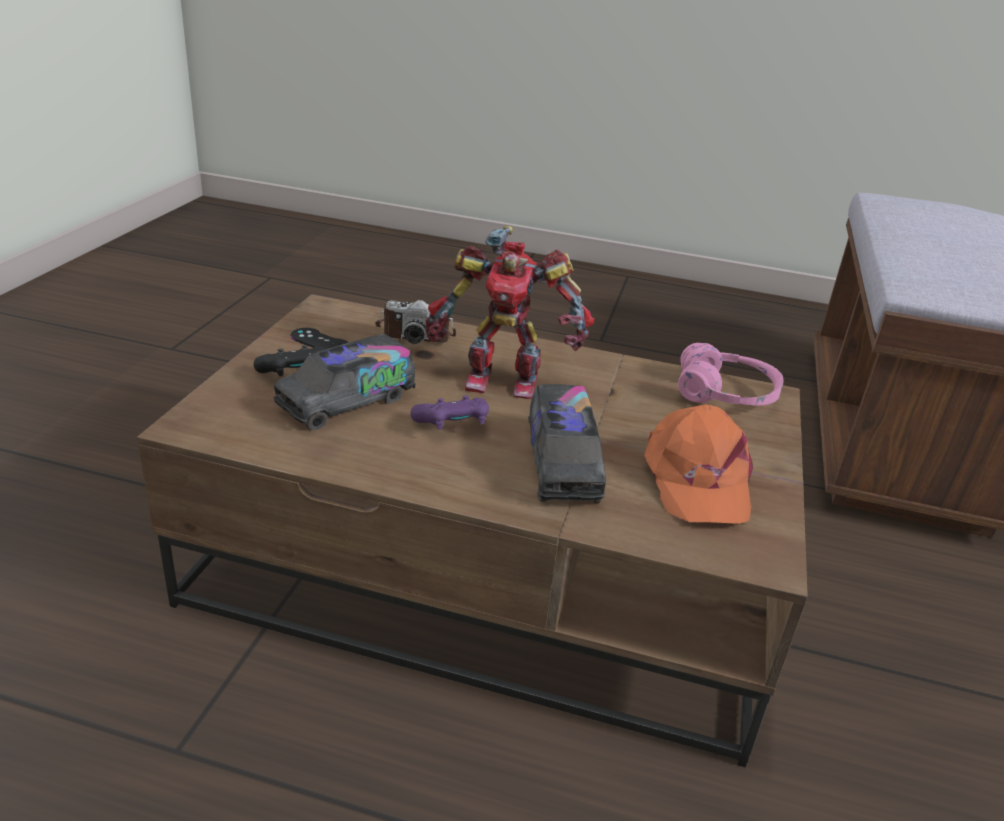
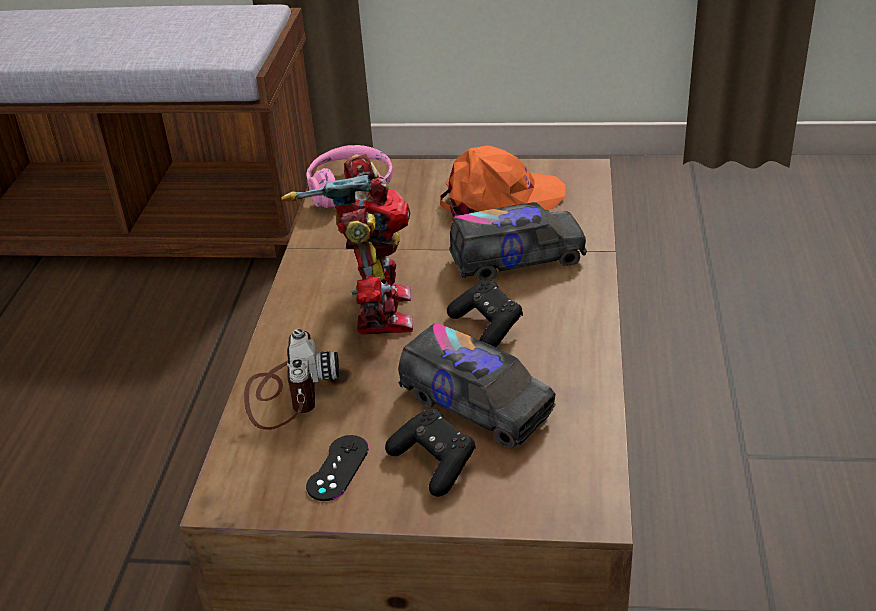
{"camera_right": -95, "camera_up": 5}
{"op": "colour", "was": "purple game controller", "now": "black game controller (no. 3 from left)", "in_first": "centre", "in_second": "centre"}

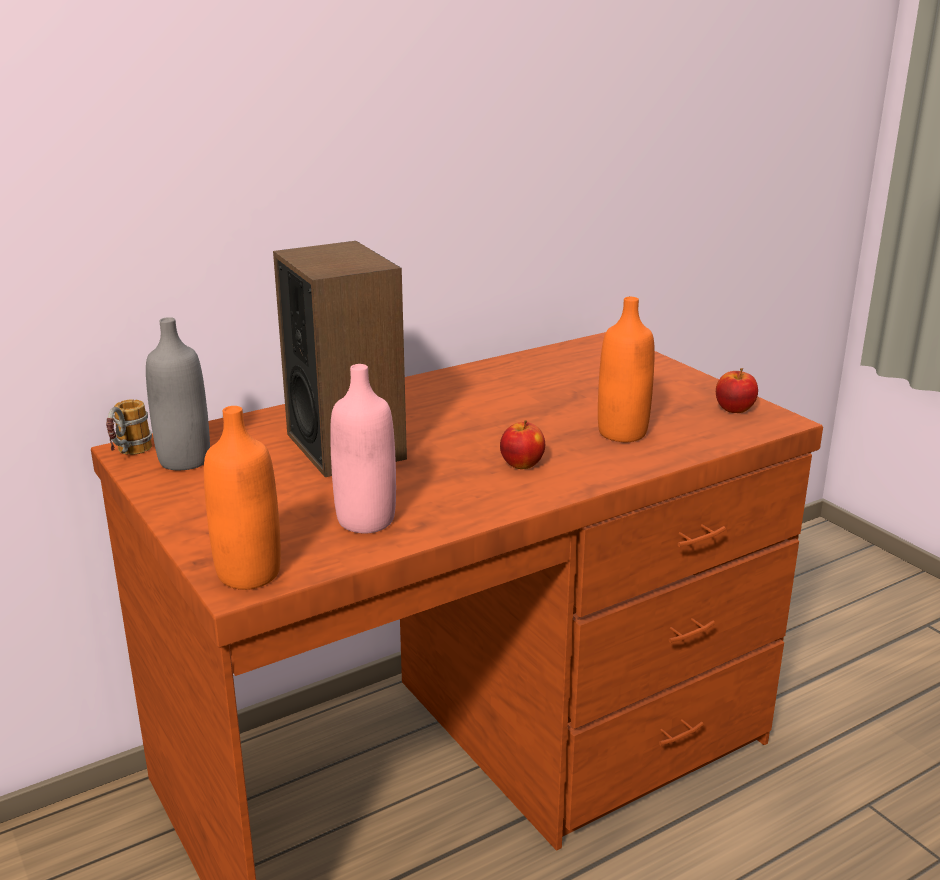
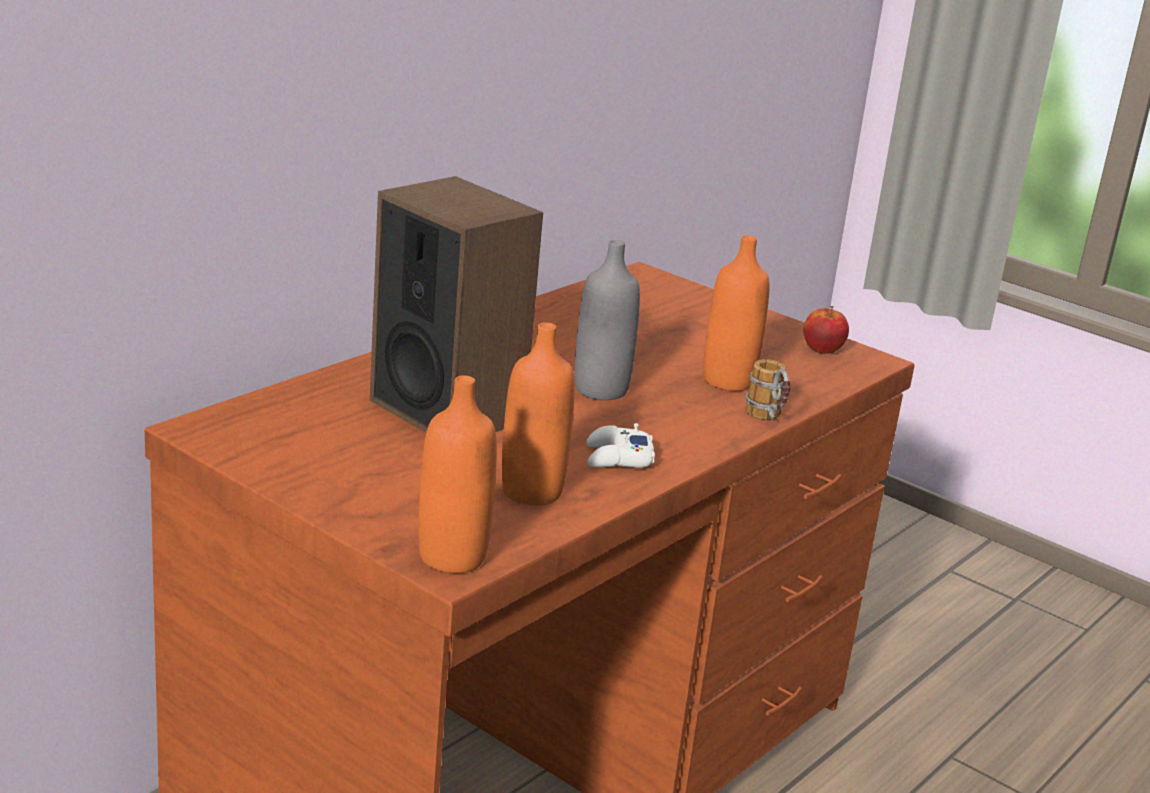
{"camera_right": -20, "camera_up": 0}
{"op": "colour", "was": "pink bottle", "now": "orange bottle (no. 2 from left)", "in_first": "centre", "in_second": "centre"}
{"op": "relocated", "was": "grey bottle", "in_first": "middle left", "in_second": "centre"}
{"op": "appeared", "now": "white game controller", "in_second": "centre"}
{"op": "relocated", "was": "mug", "in_first": "middle left", "in_second": "middle right"}
{"op": "missing", "was": "apple (no. 1 from left)", "in_first": "centre"}

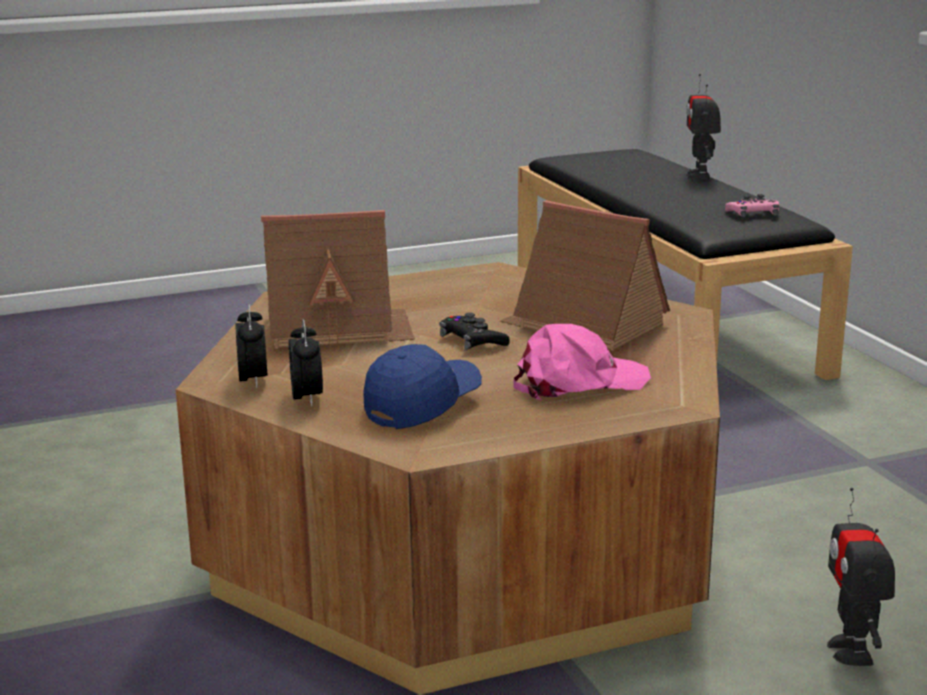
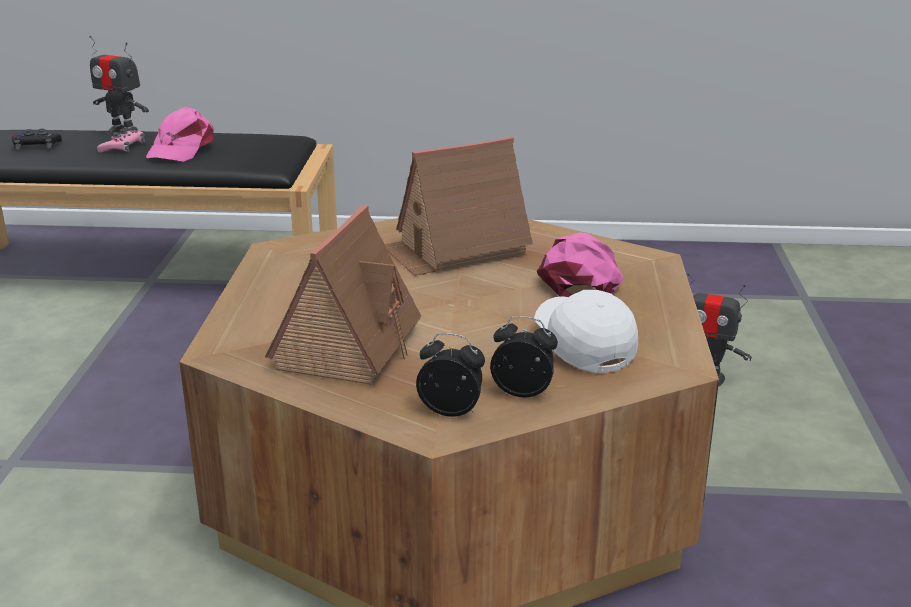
{"camera_right": -65, "camera_up": 5}
{"op": "relocated", "was": "black game controller", "in_first": "centre", "in_second": "top left"}
{"op": "relocated", "was": "pink game controller", "in_first": "top right", "in_second": "top left"}
{"op": "appeared", "now": "pink cap (no. 1 from left)", "in_second": "top left"}
{"op": "colour", "was": "blue cap", "now": "white cap", "in_first": "centre", "in_second": "centre"}

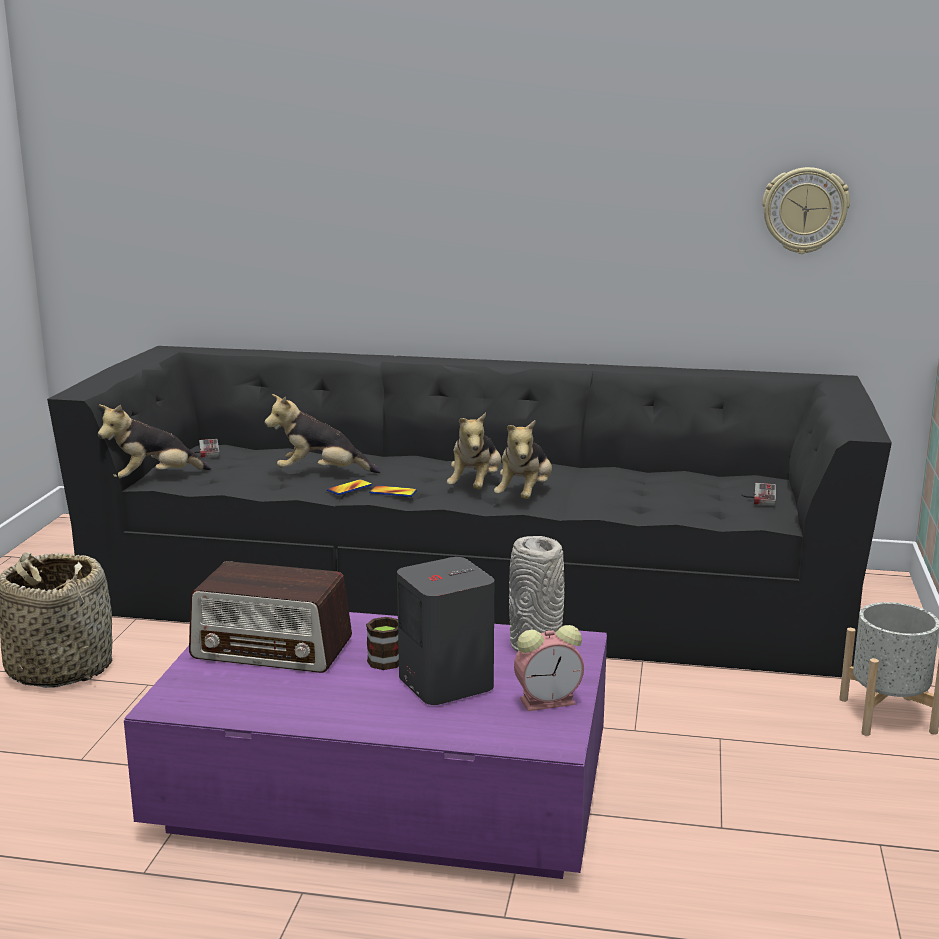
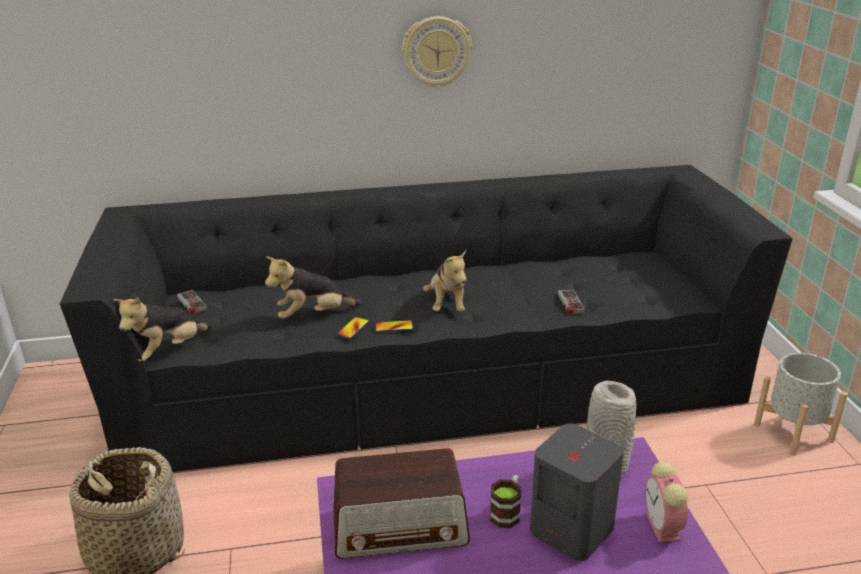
{"camera_right": -20, "camera_up": 10}
{"op": "relocated", "was": "wall clock", "in_first": "top right", "in_second": "top centre"}
{"op": "relocated", "was": "game controller (no. 2 from left)", "in_first": "middle right", "in_second": "centre"}
{"op": "spun", "was": "alarm clock", "in_first": "bottom centre", "in_second": "bottom right", "clockwise": 120}
{"op": "missing", "was": "plush toy (no. 4 from left)", "in_first": "centre"}

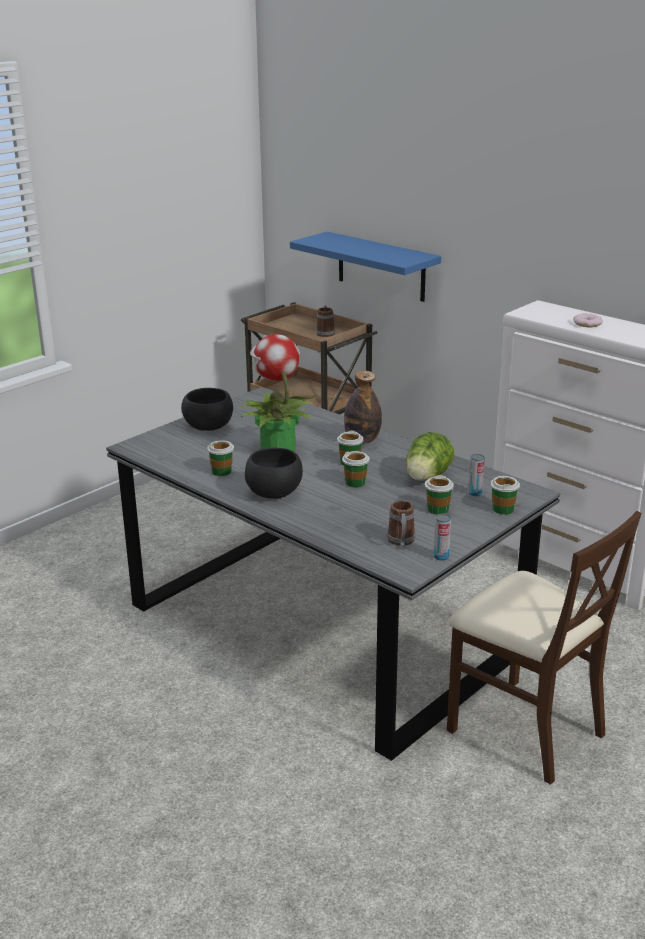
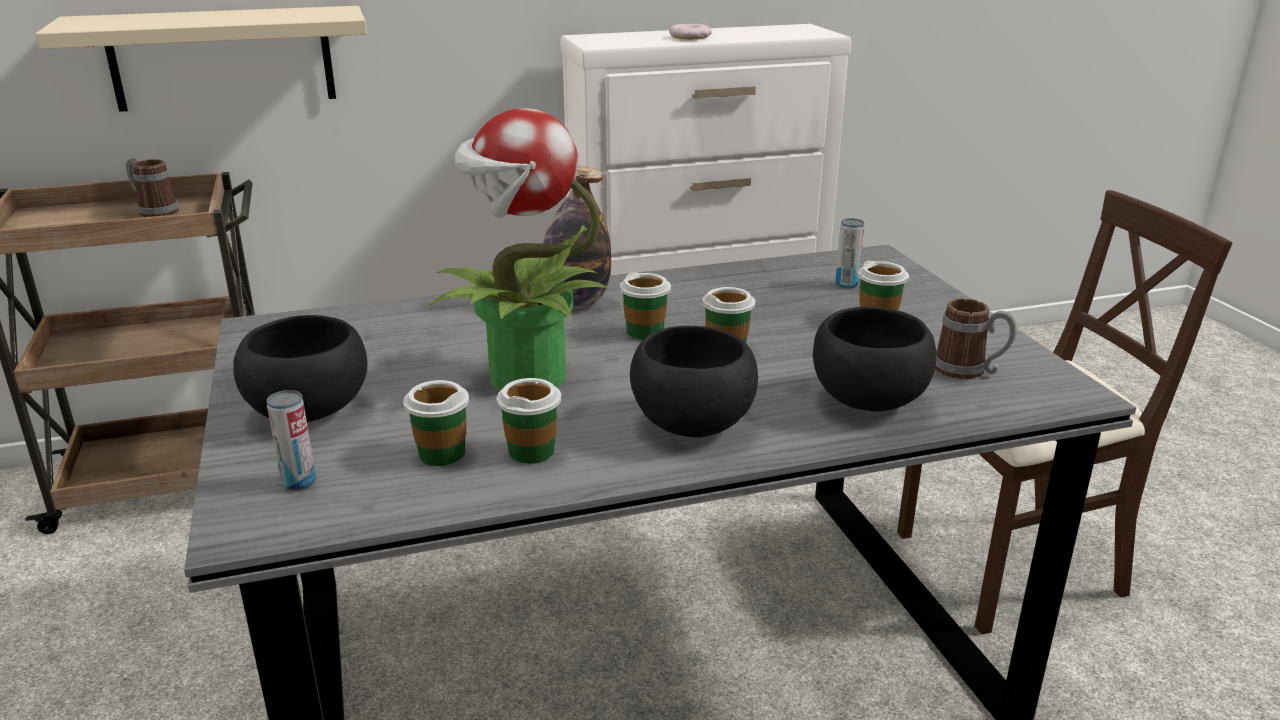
{"camera_right": -60, "camera_up": 0}
{"op": "colour", "was": "blue shelf", "now": "beige shelf", "in_first": "top centre", "in_second": "top left"}
{"op": "relocated", "was": "can (no. 1 from left)", "in_first": "middle right", "in_second": "middle left"}
{"op": "relocated", "was": "cup (no. 5 from left in the first image)", "now": "cup (no. 1 from left)", "in_first": "middle right", "in_second": "centre"}
{"op": "appeared", "now": "black bowl (no. 3 from left)", "in_second": "middle right"}
{"op": "missing", "was": "lettuce", "in_first": "middle right"}

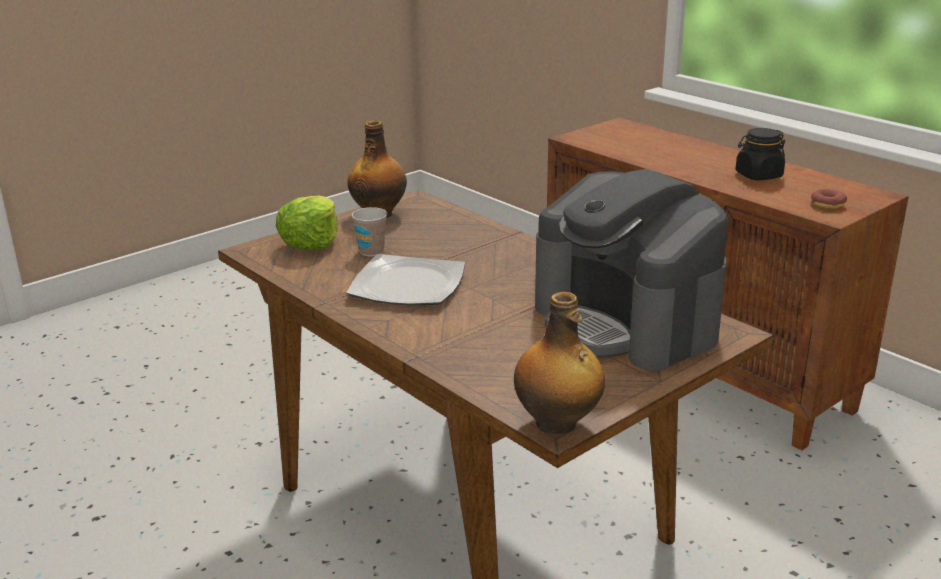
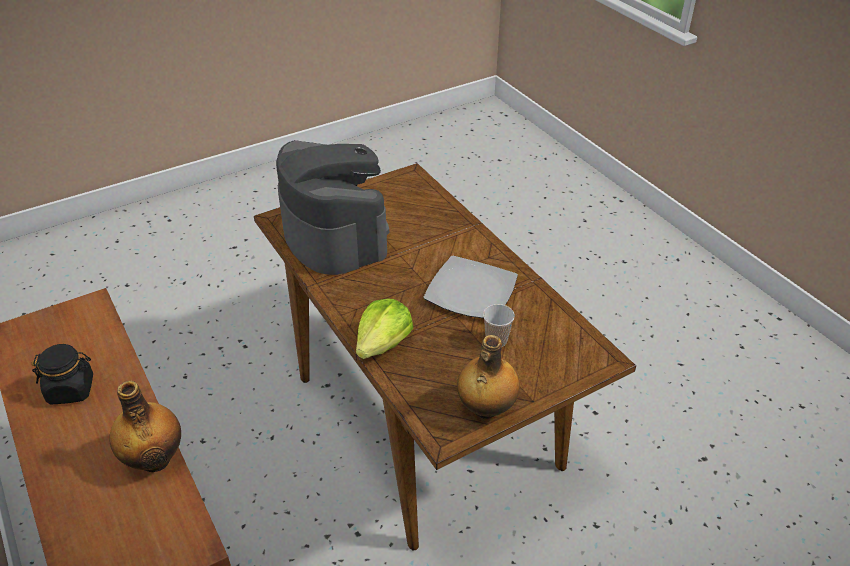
{"camera_right": -170, "camera_up": 15}
{"op": "relocated", "was": "bottle (no. 2 from left in the first image)", "now": "bottle (no. 1 from left)", "in_first": "centre", "in_second": "bottom left"}
{"op": "relocated", "was": "lettuce", "in_first": "middle left", "in_second": "centre"}
{"op": "missing", "was": "donut", "in_first": "middle right"}

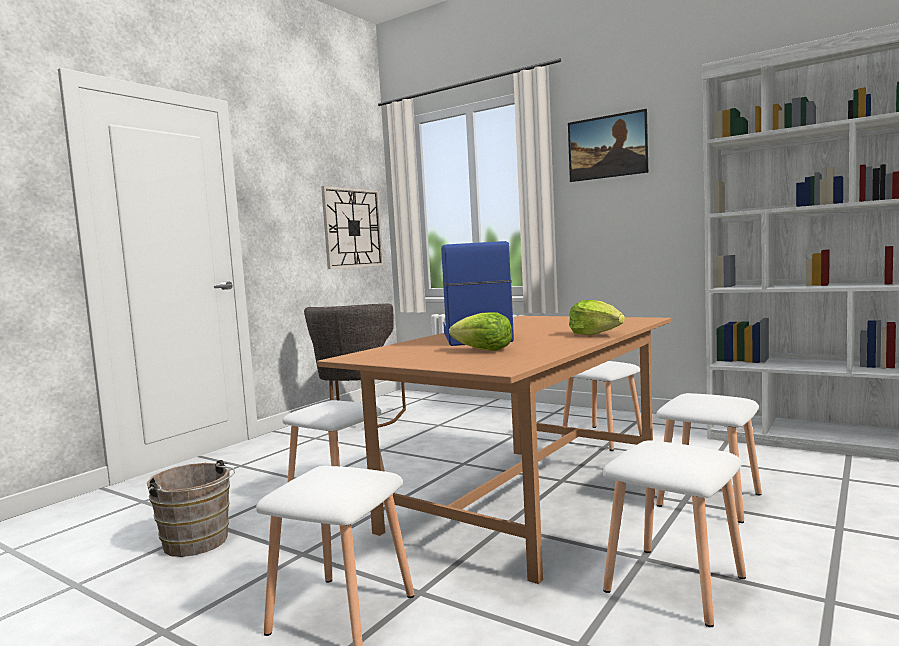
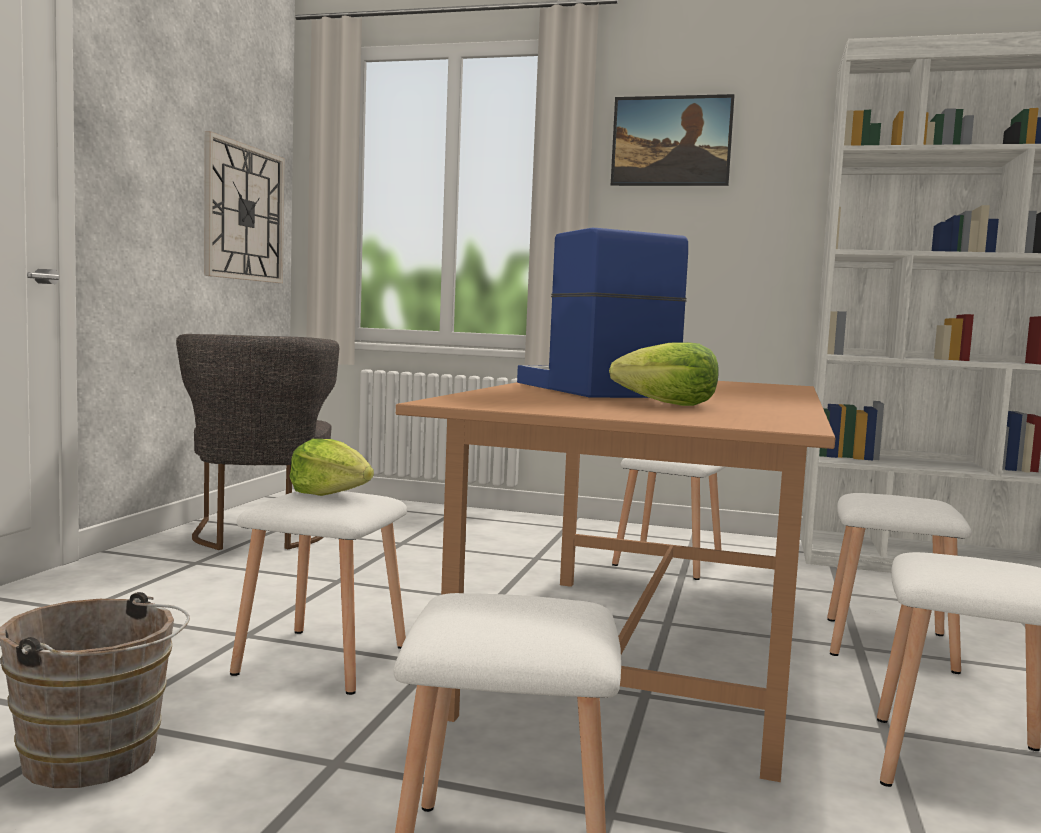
{"camera_right": -20, "camera_up": 0}
{"op": "relocated", "was": "lettuce (no. 2 from left in the first image)", "now": "lettuce (no. 1 from left)", "in_first": "centre", "in_second": "middle left"}

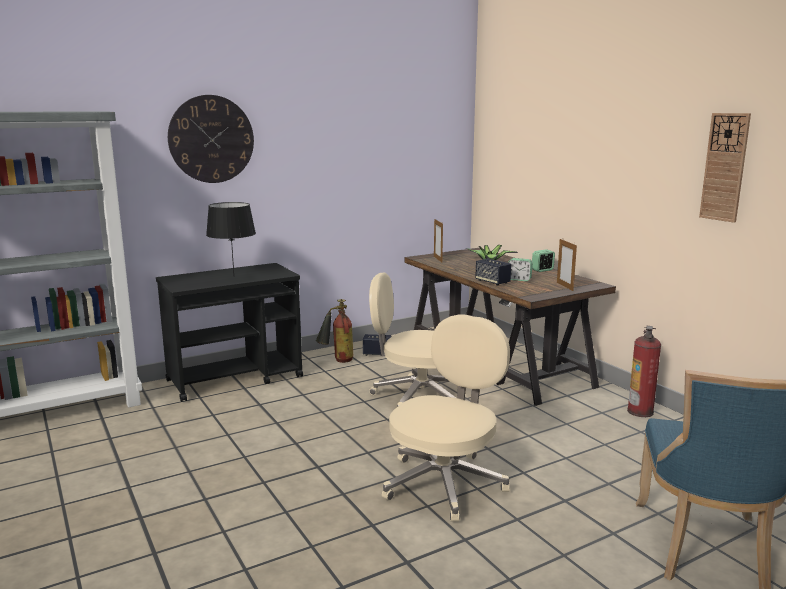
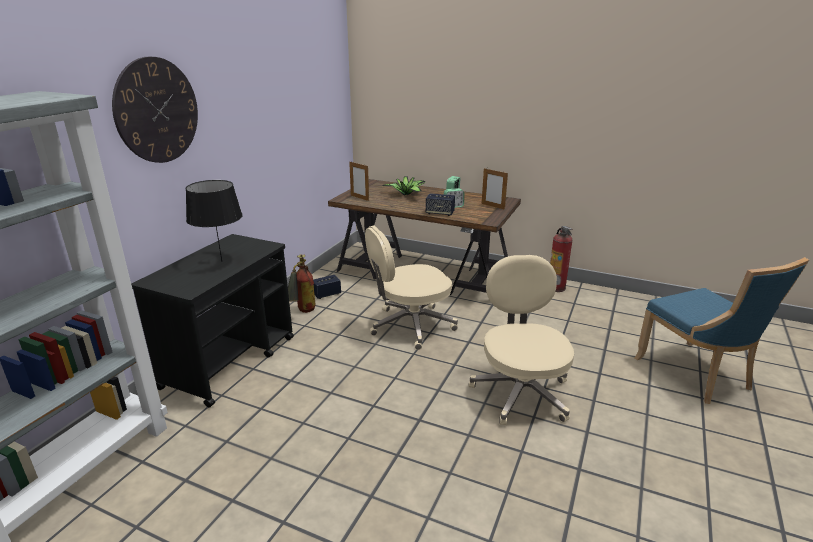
{"camera_right": -35, "camera_up": 10}
{"op": "missing", "was": "wall clock (no. 2 from left)", "in_first": "top right"}

